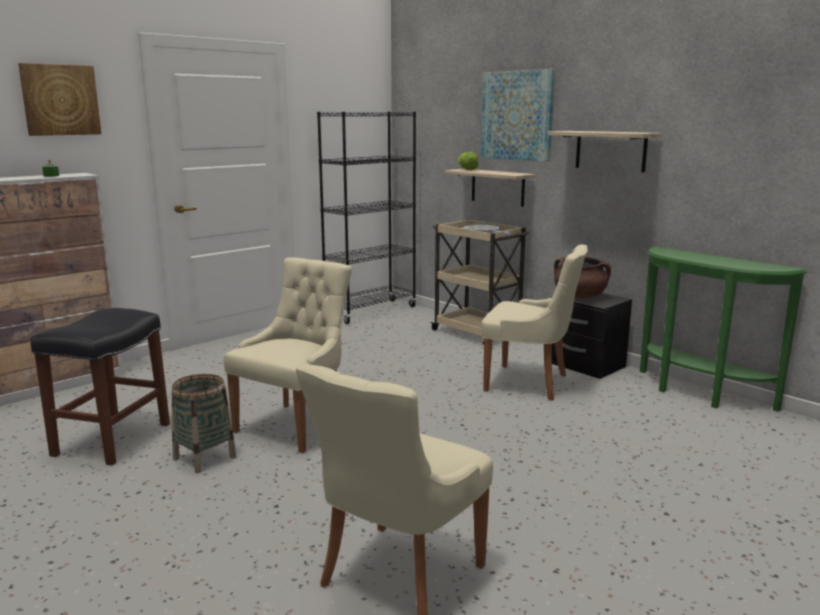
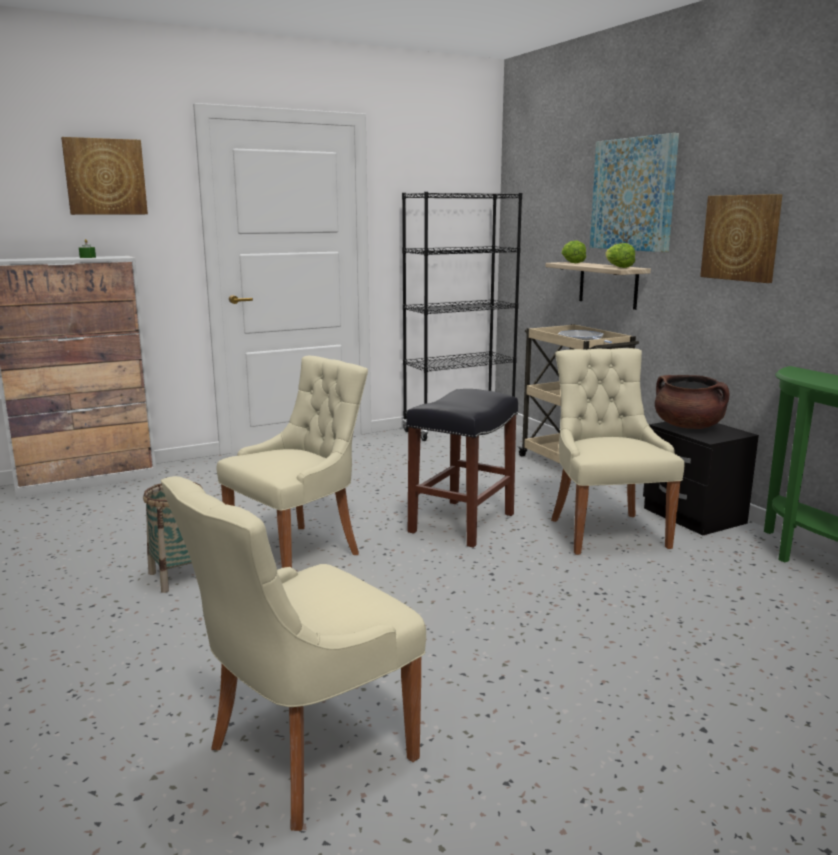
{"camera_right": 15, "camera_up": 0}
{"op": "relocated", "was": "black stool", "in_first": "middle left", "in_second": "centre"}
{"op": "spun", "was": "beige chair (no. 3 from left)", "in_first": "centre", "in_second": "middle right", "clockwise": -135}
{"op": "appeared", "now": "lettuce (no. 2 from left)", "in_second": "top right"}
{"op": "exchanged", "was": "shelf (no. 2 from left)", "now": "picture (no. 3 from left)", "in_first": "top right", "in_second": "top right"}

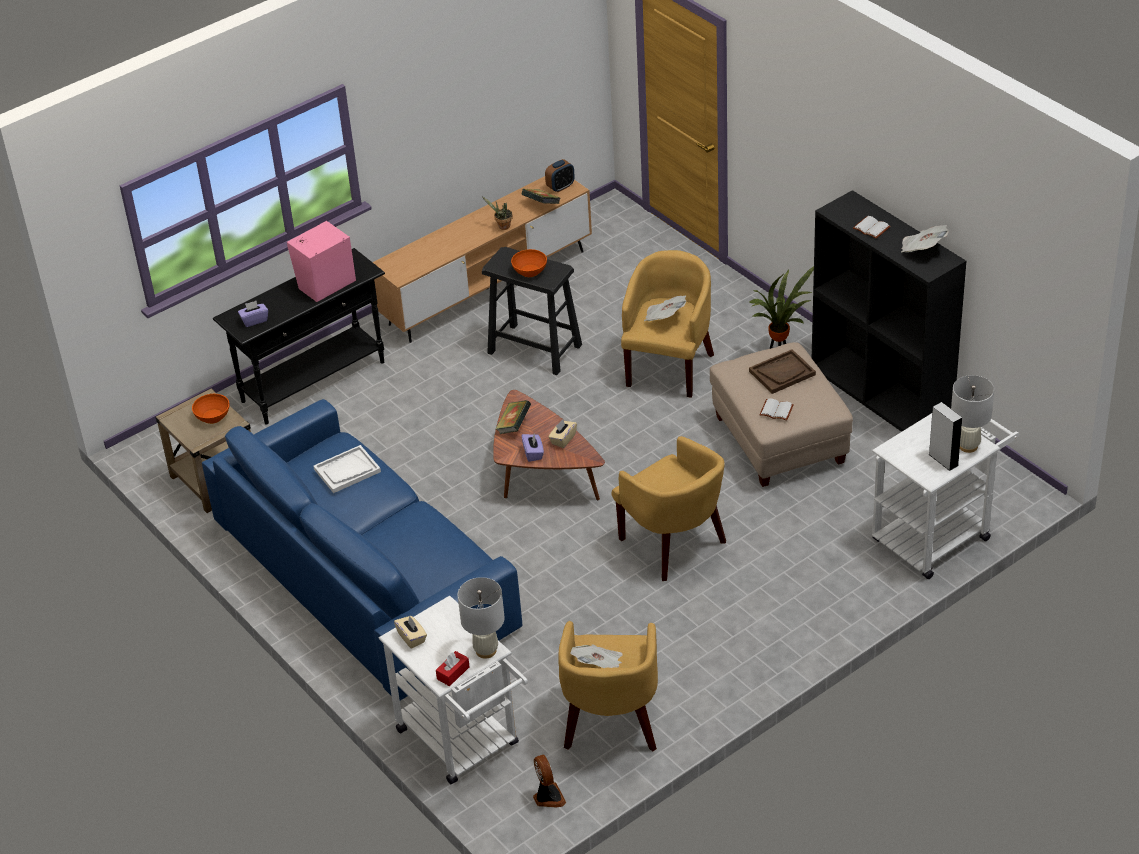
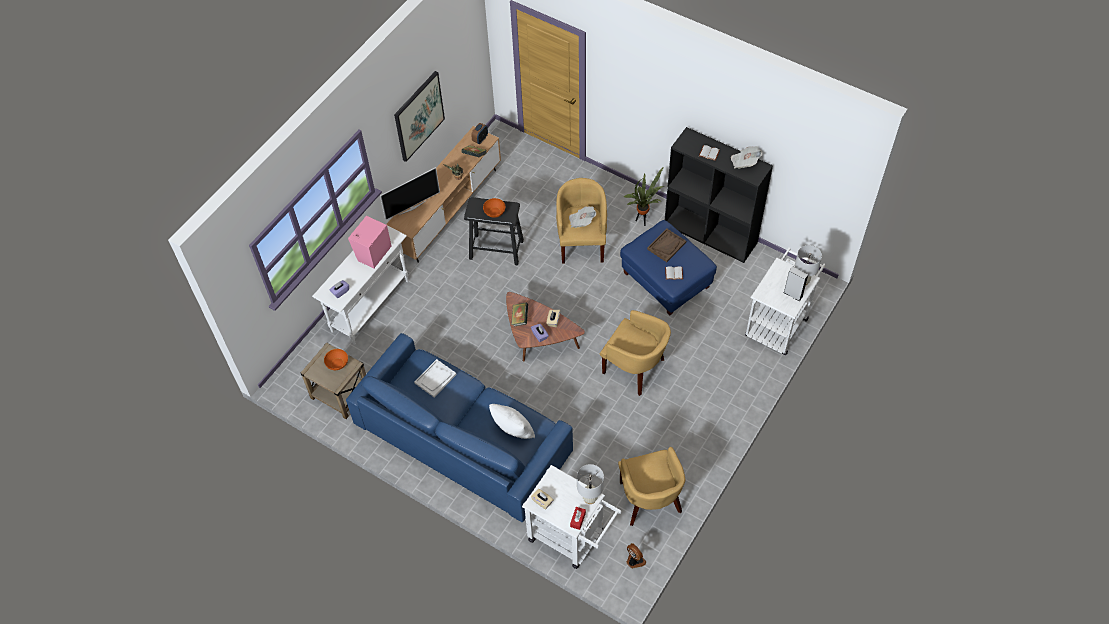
{"camera_right": -20, "camera_up": 15}
{"op": "colour", "was": "black console table", "now": "white console table", "in_first": "middle left", "in_second": "middle left"}
{"op": "appeared", "now": "television", "in_second": "top centre"}
{"op": "appeared", "now": "picture", "in_second": "top centre"}
{"op": "appeared", "now": "white pillow", "in_second": "bottom centre"}
{"op": "colour", "was": "beige ottoman", "now": "blue ottoman", "in_first": "middle right", "in_second": "centre"}
{"op": "missing", "was": "newspaper (no. 1 from left)", "in_first": "bottom centre"}

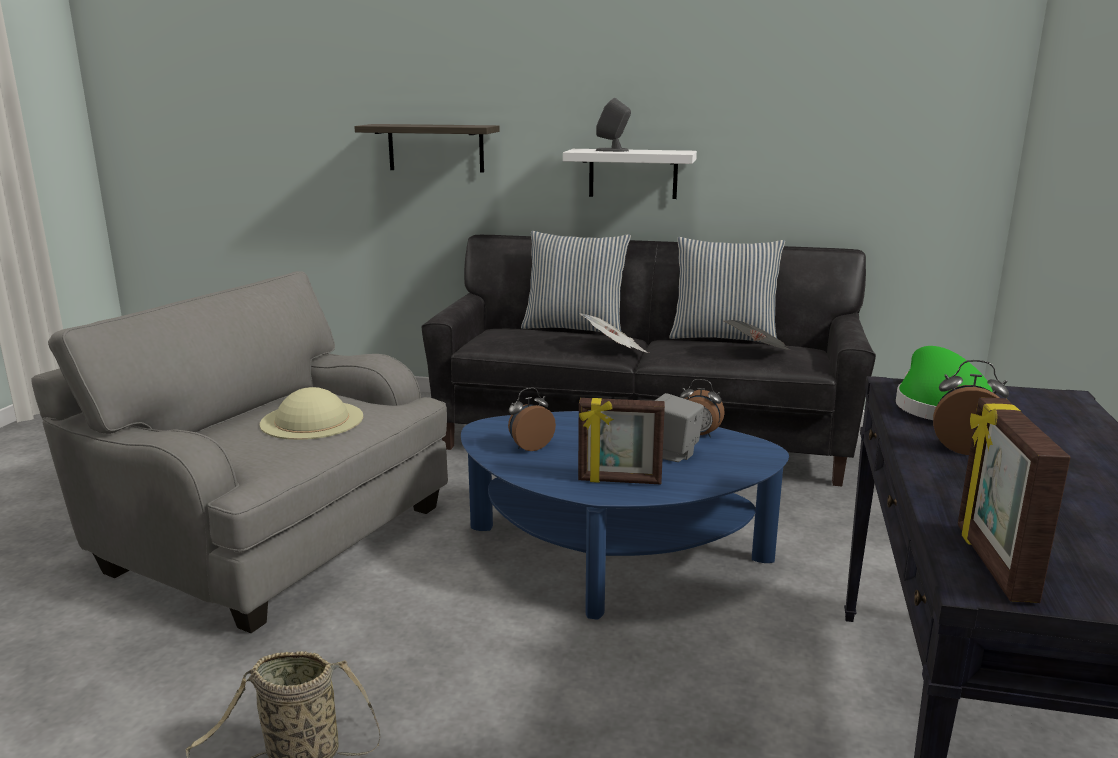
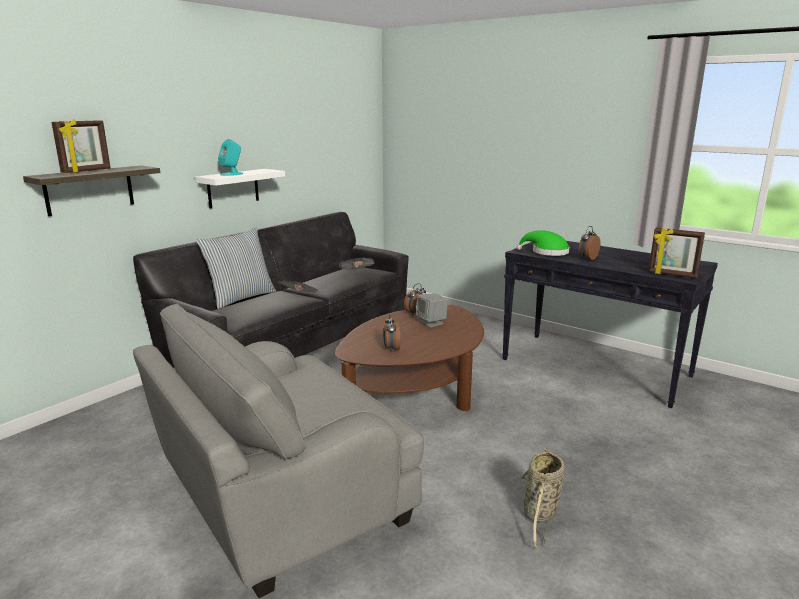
{"camera_right": -65, "camera_up": 0}
{"op": "relocated", "was": "picture frame (no. 1 from left)", "in_first": "centre", "in_second": "top left"}
{"op": "colour", "was": "grey speaker (no. 1 from left)", "now": "turquoise speaker", "in_first": "top centre", "in_second": "top left"}
{"op": "colour", "was": "blue coffee table", "now": "brown coffee table", "in_first": "bottom centre", "in_second": "centre"}
{"op": "missing", "was": "beige hat", "in_first": "middle left"}
{"op": "missing", "was": "pillow (no. 2 from left)", "in_first": "centre"}

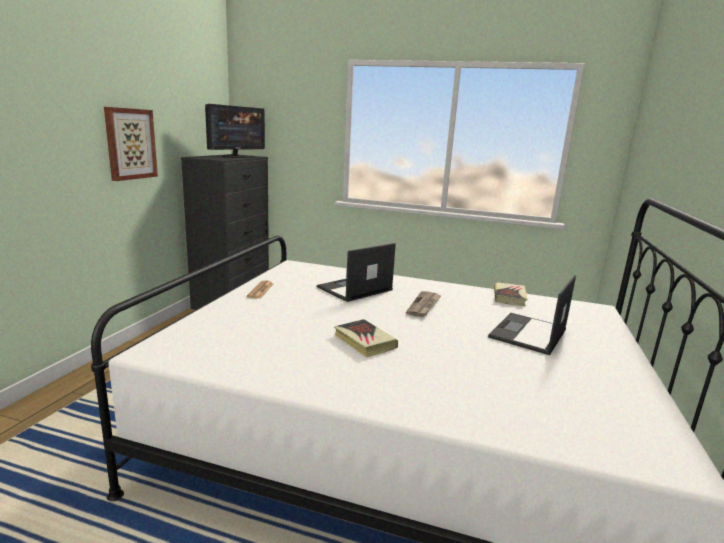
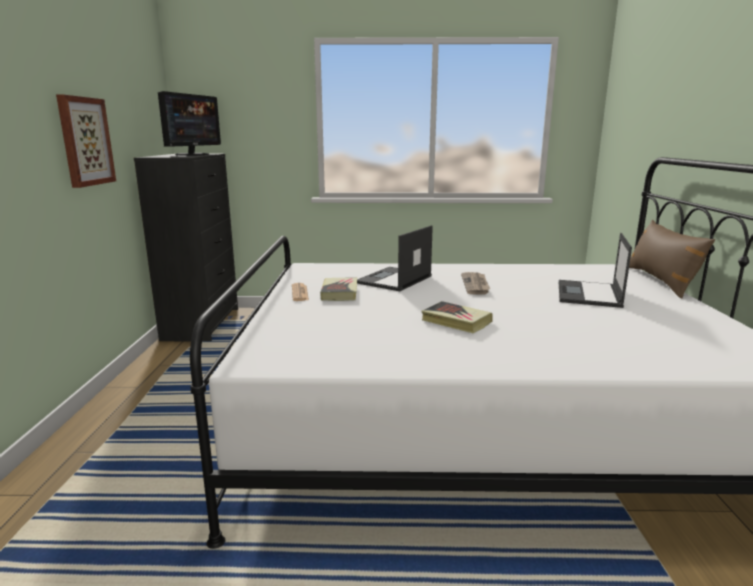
{"camera_right": -15, "camera_up": 0}
{"op": "relocated", "was": "book (no. 2 from left in the first image)", "now": "book (no. 1 from left)", "in_first": "middle right", "in_second": "centre"}
{"op": "appeared", "now": "brown pillow", "in_second": "middle right"}

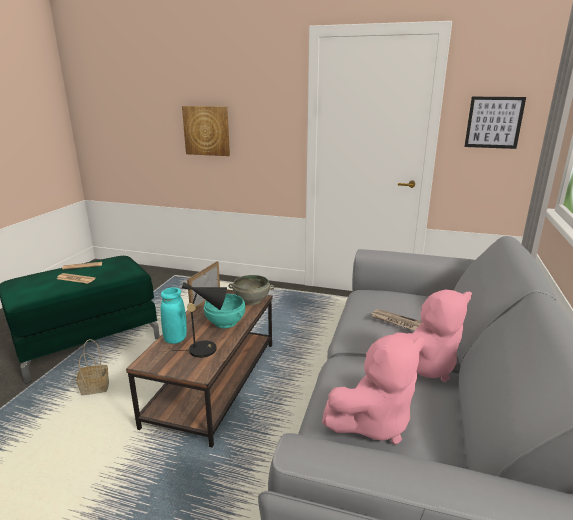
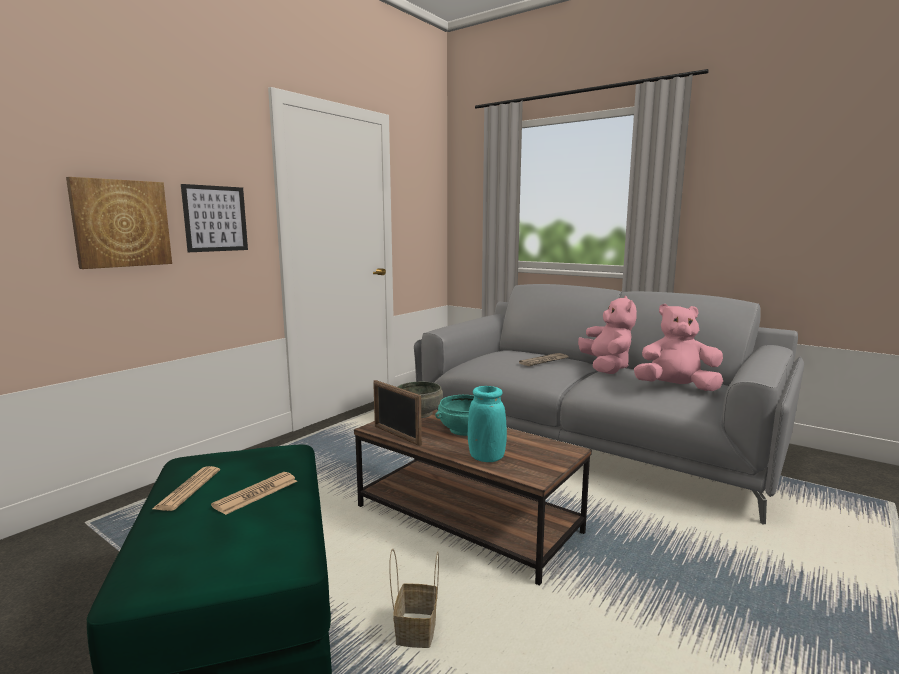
{"camera_right": -70, "camera_up": -10}
{"op": "relocated", "was": "picture (no. 2 from left)", "in_first": "top right", "in_second": "top left"}
{"op": "spun", "was": "pink plush toy (no. 1 from left in the first image)", "in_first": "bottom centre", "in_second": "middle right", "clockwise": -75}
{"op": "missing", "was": "black table lamp", "in_first": "centre"}

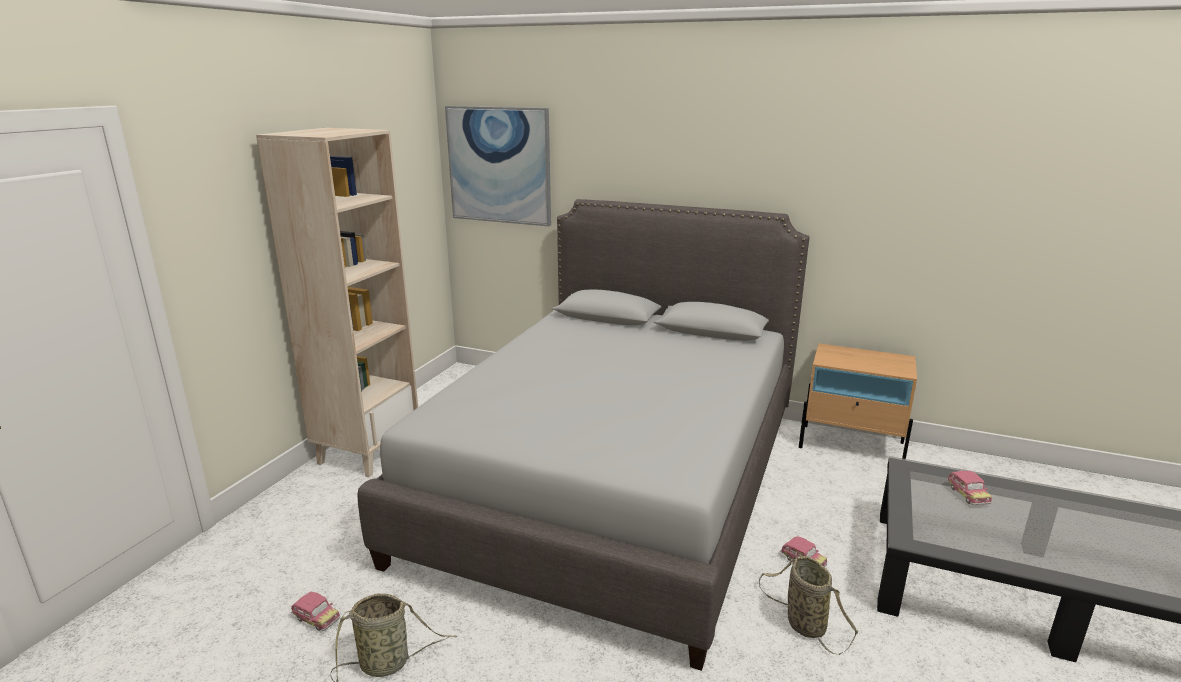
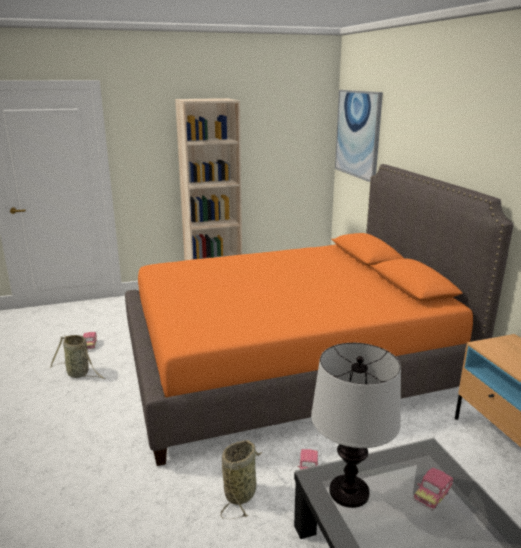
{"camera_right": 50, "camera_up": 0}
{"op": "colour", "was": "grey bed", "now": "orange bed", "in_first": "centre", "in_second": "centre"}
{"op": "appeared", "now": "table lamp", "in_second": "bottom right"}

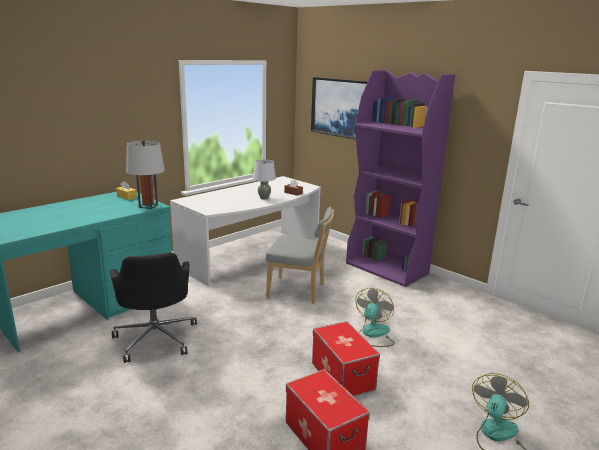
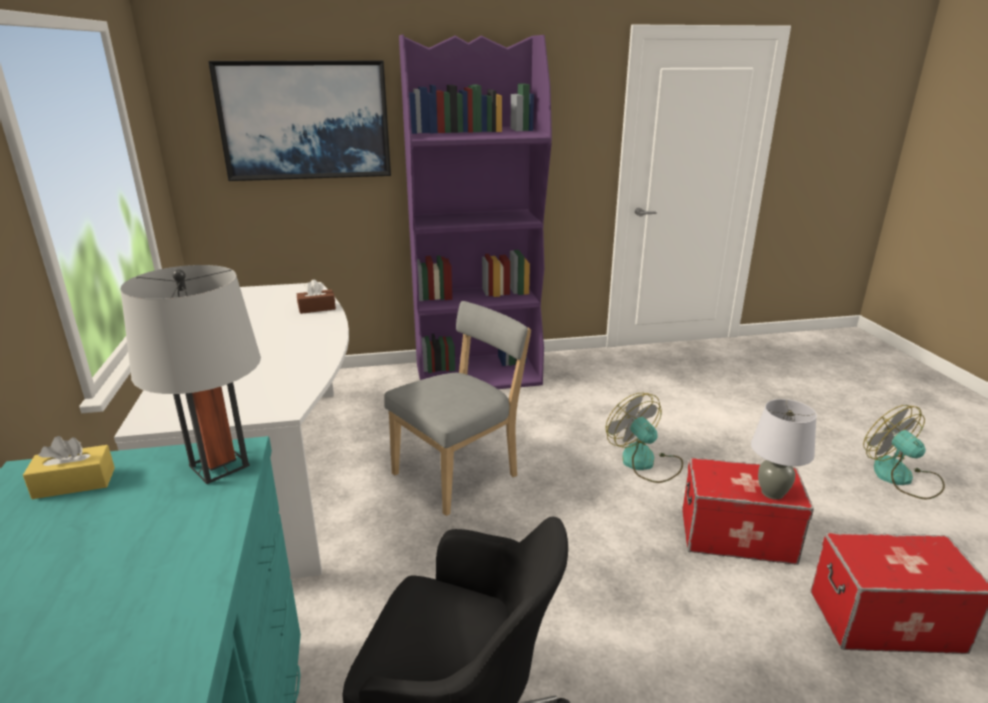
{"camera_right": -55, "camera_up": 5}
{"op": "relocated", "was": "grey table lamp (no. 2 from left)", "in_first": "centre", "in_second": "middle right"}

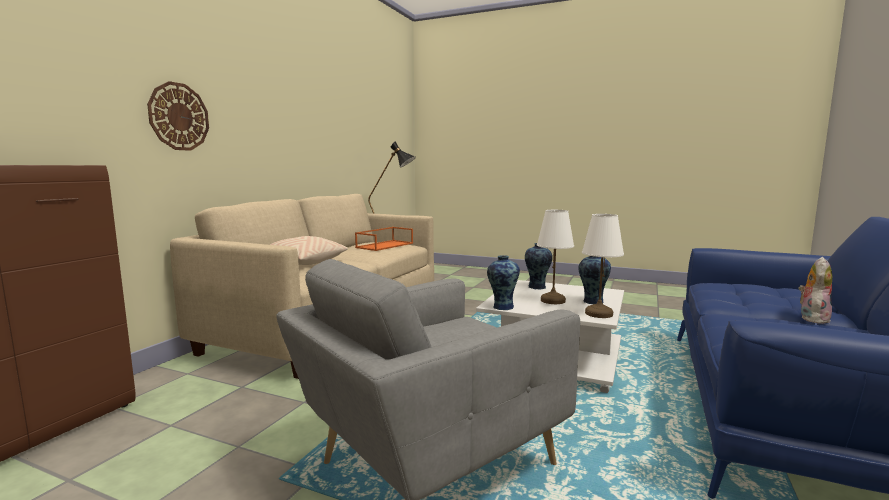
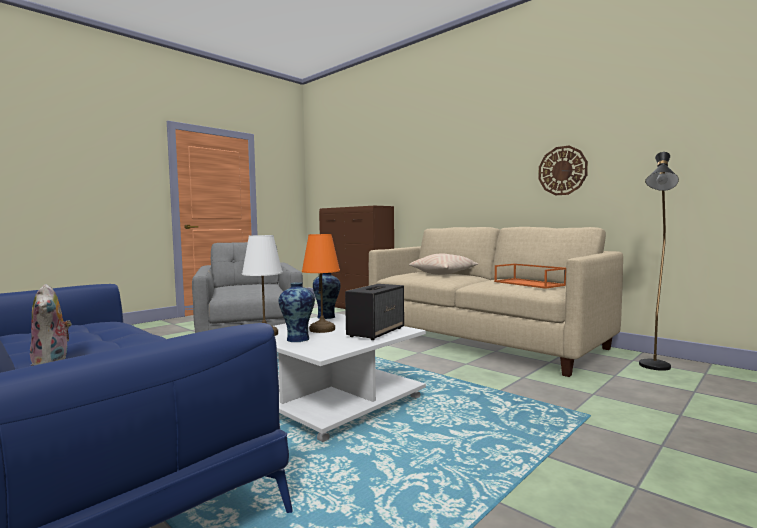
{"camera_right": 110, "camera_up": -5}
{"op": "colour", "was": "white table lamp (no. 1 from left)", "now": "orange table lamp", "in_first": "centre", "in_second": "centre"}
{"op": "exchanged", "was": "vase (no. 2 from left)", "now": "speaker", "in_first": "centre", "in_second": "centre"}
{"op": "relocated", "was": "wall clock", "in_first": "top left", "in_second": "top right"}

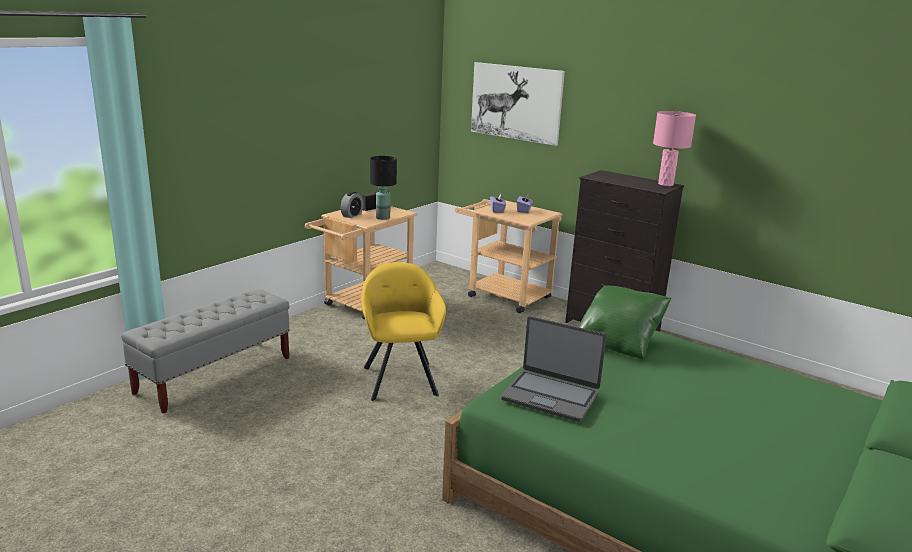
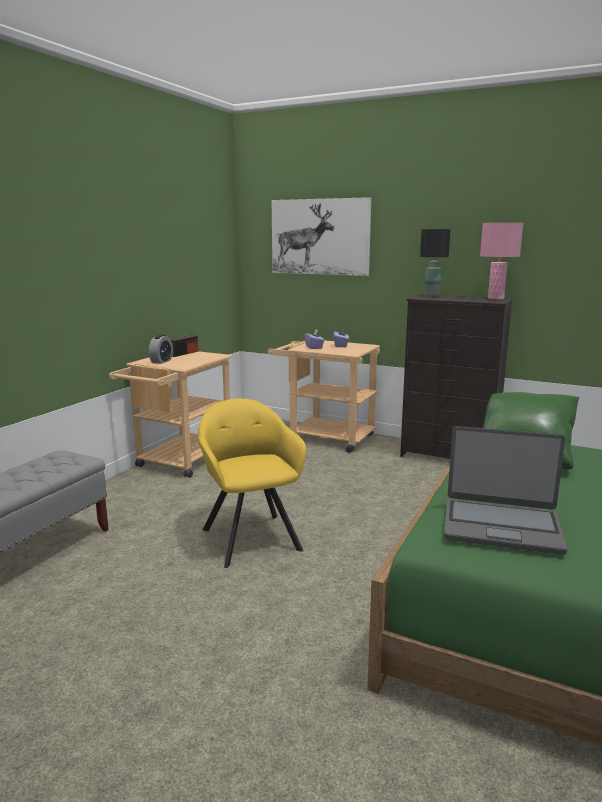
{"camera_right": -10, "camera_up": -5}
{"op": "relocated", "was": "black table lamp", "in_first": "centre", "in_second": "top right"}

